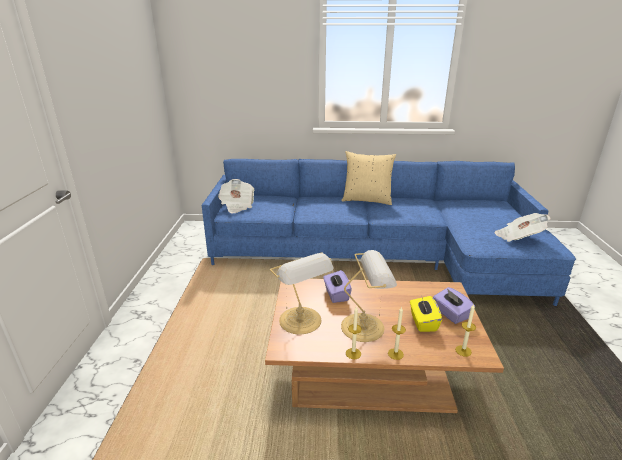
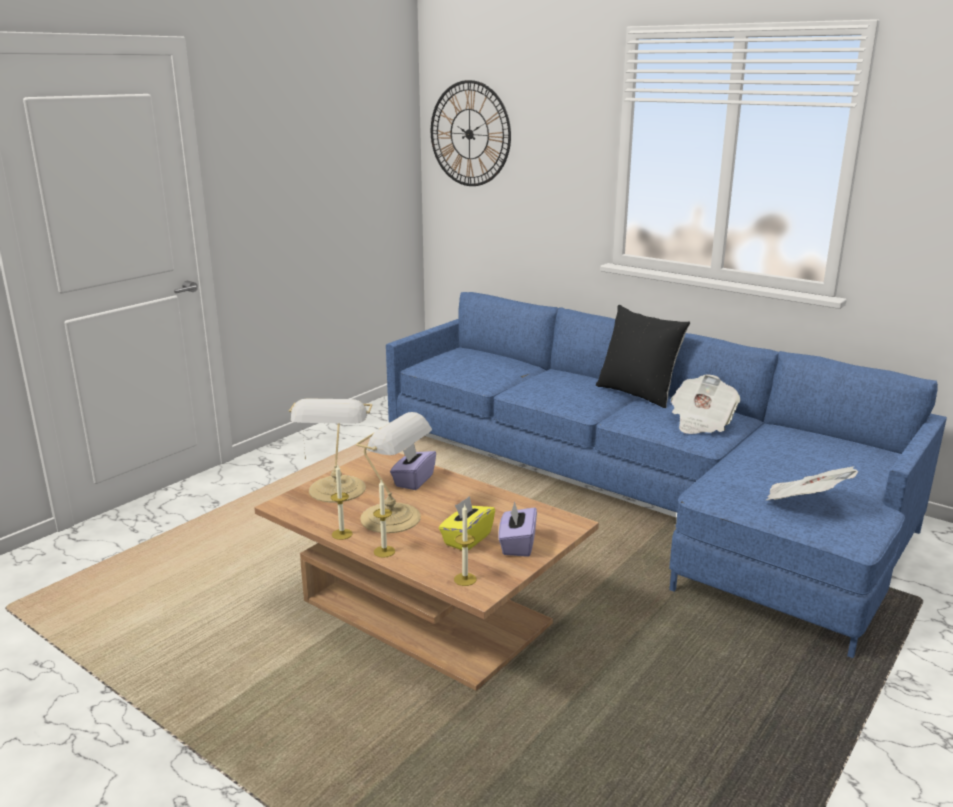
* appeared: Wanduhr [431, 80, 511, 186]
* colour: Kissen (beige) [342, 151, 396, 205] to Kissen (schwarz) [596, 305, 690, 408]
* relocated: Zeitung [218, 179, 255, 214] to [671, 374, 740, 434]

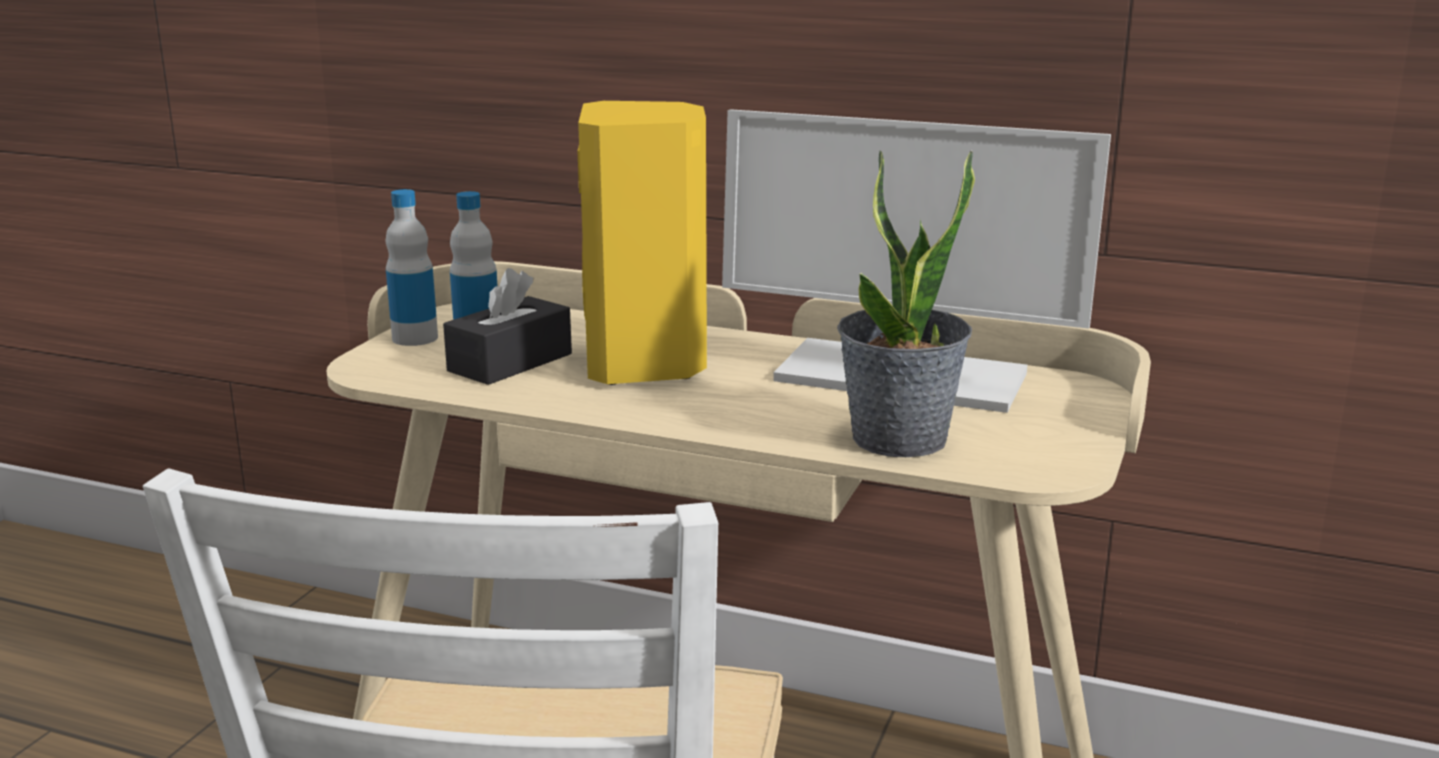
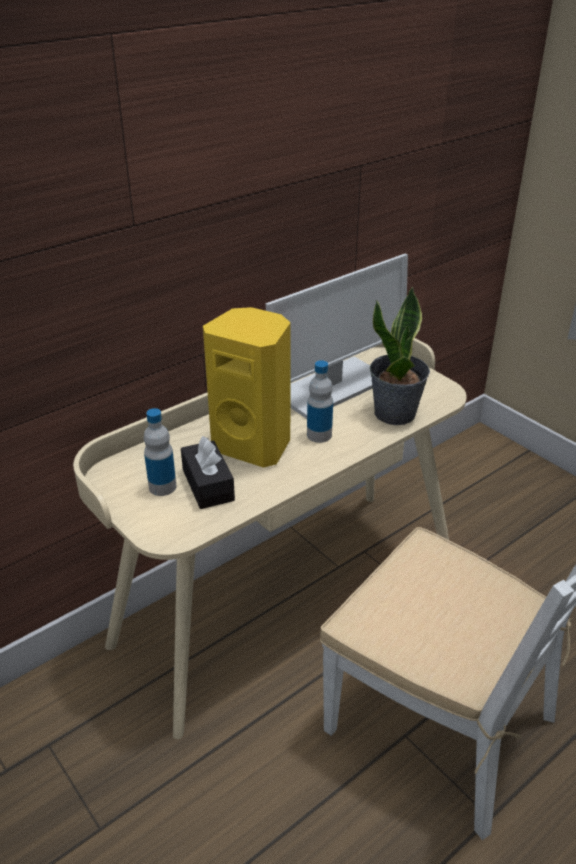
* relocated: Flasche [386, 189, 438, 346] to [307, 360, 333, 443]

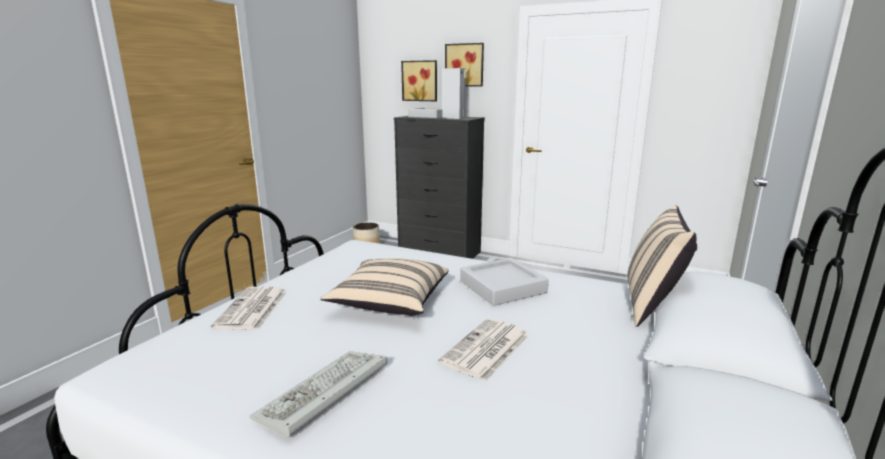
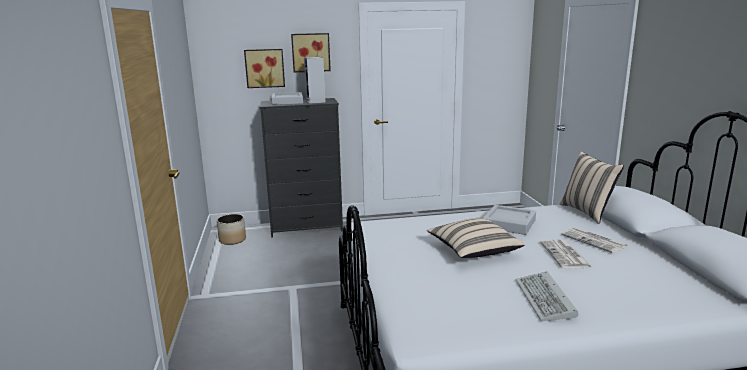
* relocated: Zeitung [211, 286, 287, 330] to [562, 227, 629, 253]

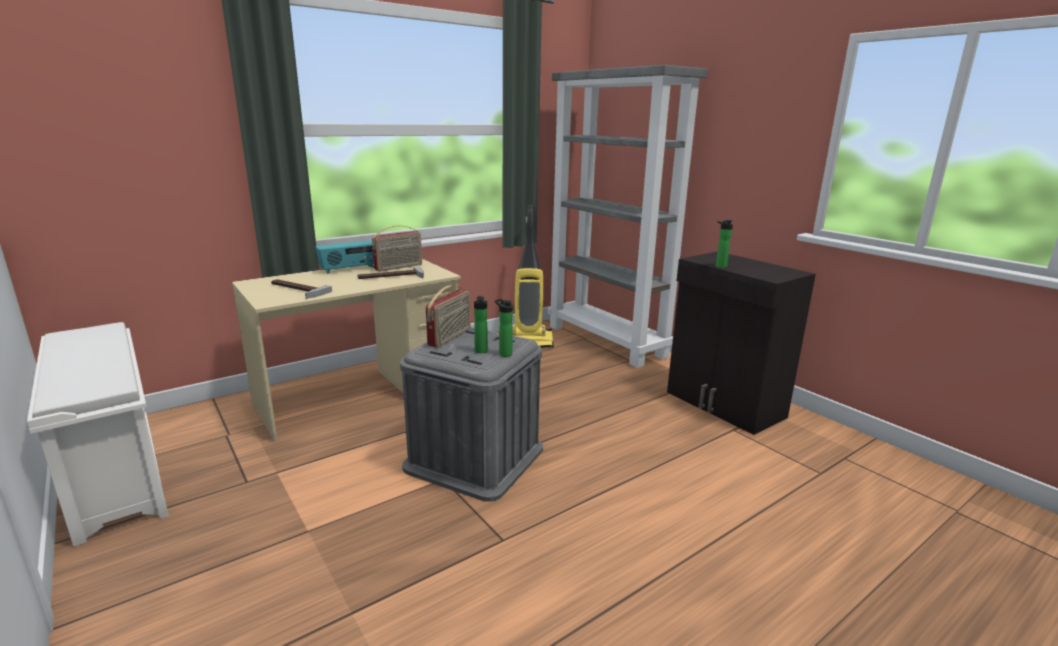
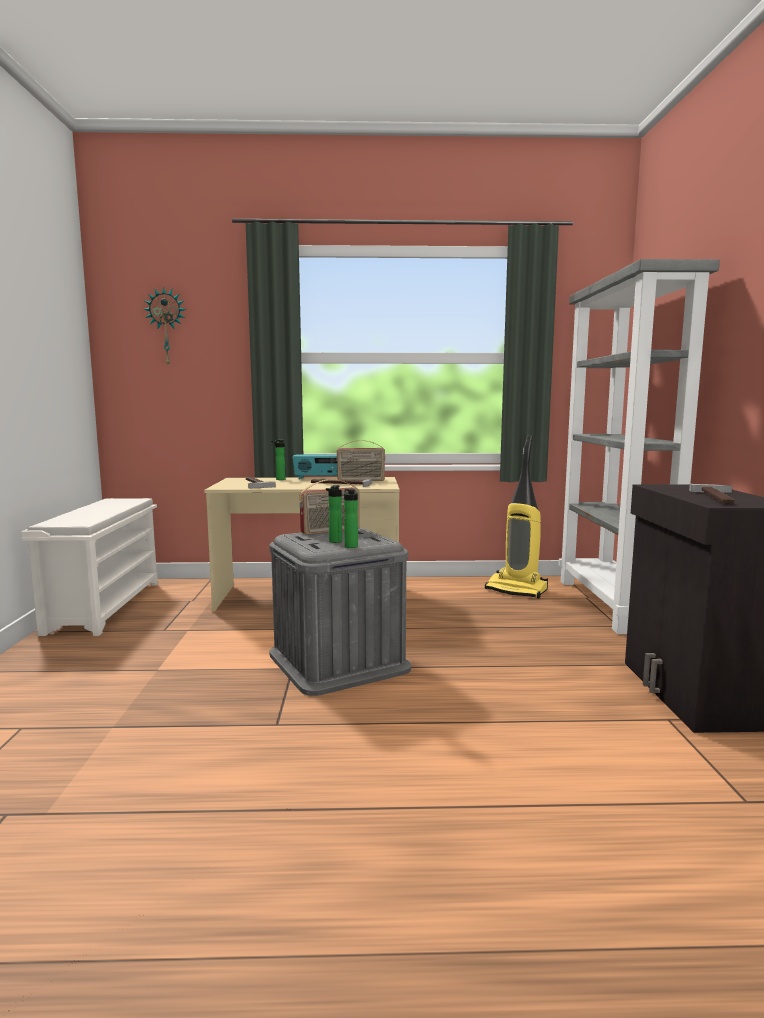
* appeared: Wanduhr [143, 287, 186, 365]
* relocated: Flasche [716, 220, 733, 268] to [271, 440, 285, 480]
* appeared: Hammer [689, 484, 735, 504]

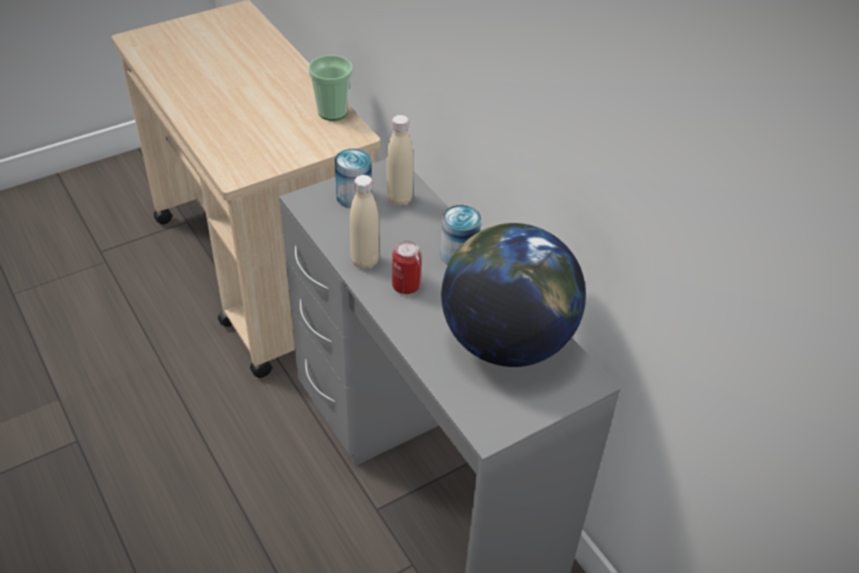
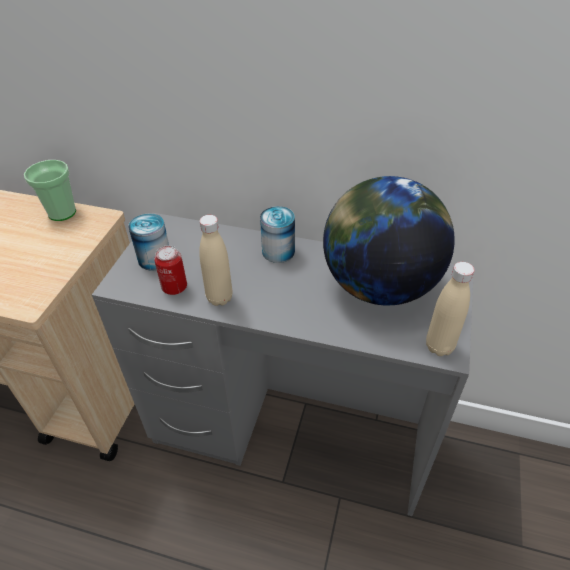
* relocated: Dose [392, 241, 421, 294] to [154, 245, 187, 295]
* relocated: Flasche (beige) [386, 115, 413, 206] to [426, 262, 474, 356]

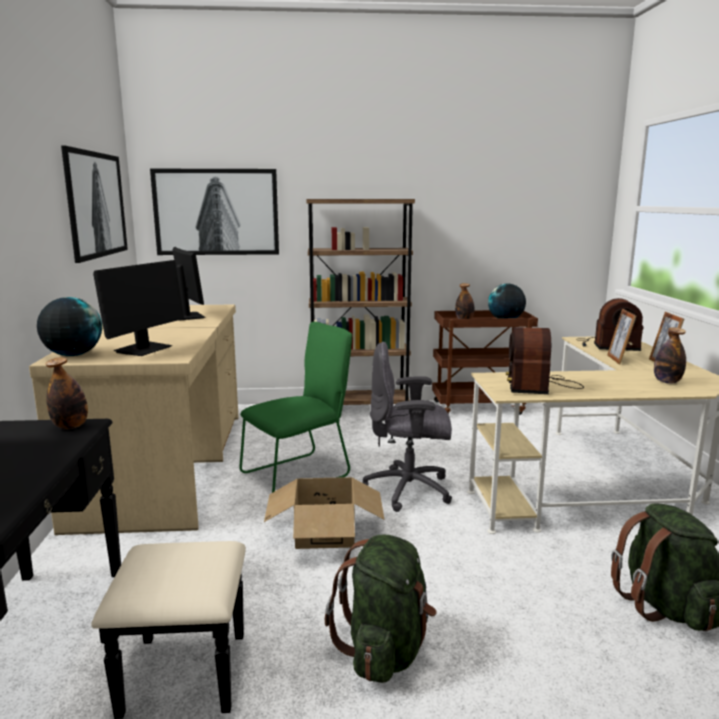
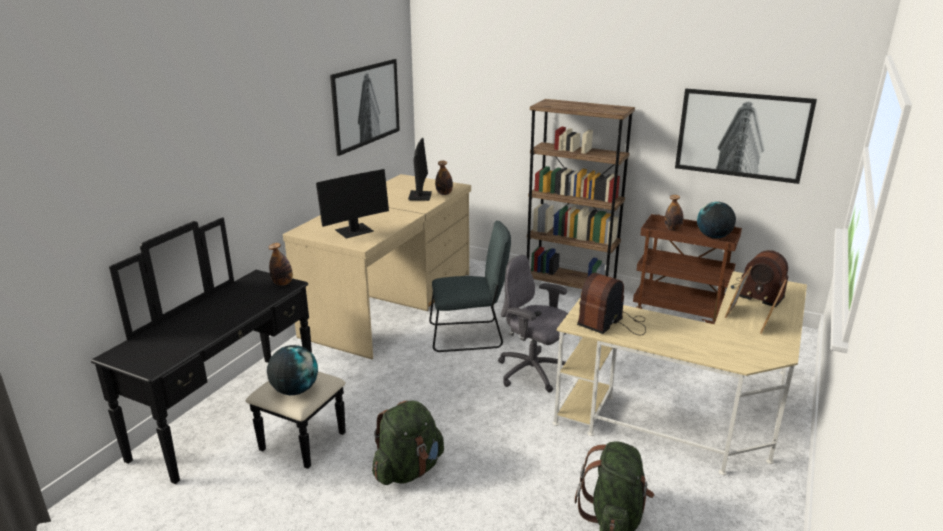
* relocated: Globus [37, 297, 102, 356] to [267, 345, 318, 395]
* colour: Stuhl (grün) [239, 322, 352, 493] to Stuhl (grau) [429, 221, 511, 352]
* relocated: Flasche [654, 327, 686, 384] to [435, 161, 453, 195]
* relocated: Bild [150, 169, 279, 255] to [675, 88, 817, 184]
* missing: Karton [264, 477, 384, 549]

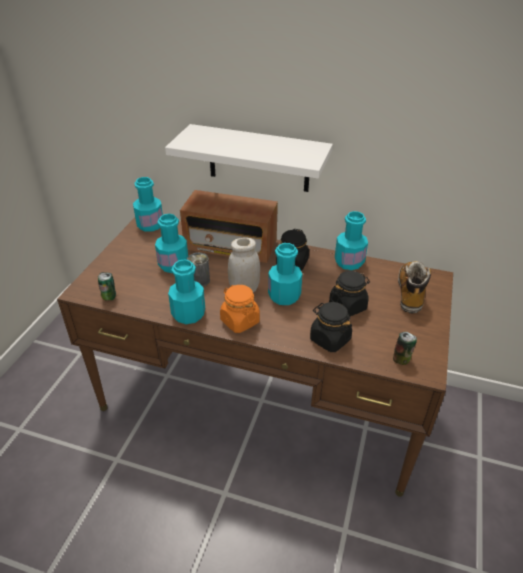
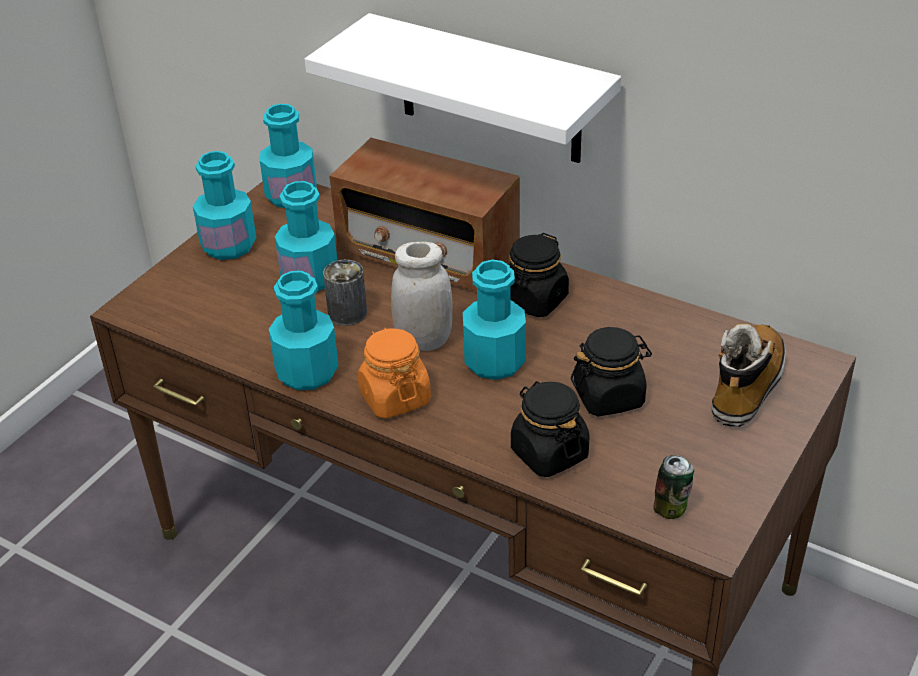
* relocated: Flasche (türkis) [335, 211, 368, 270] to [193, 151, 256, 260]
* missing: Dose [98, 272, 116, 300]

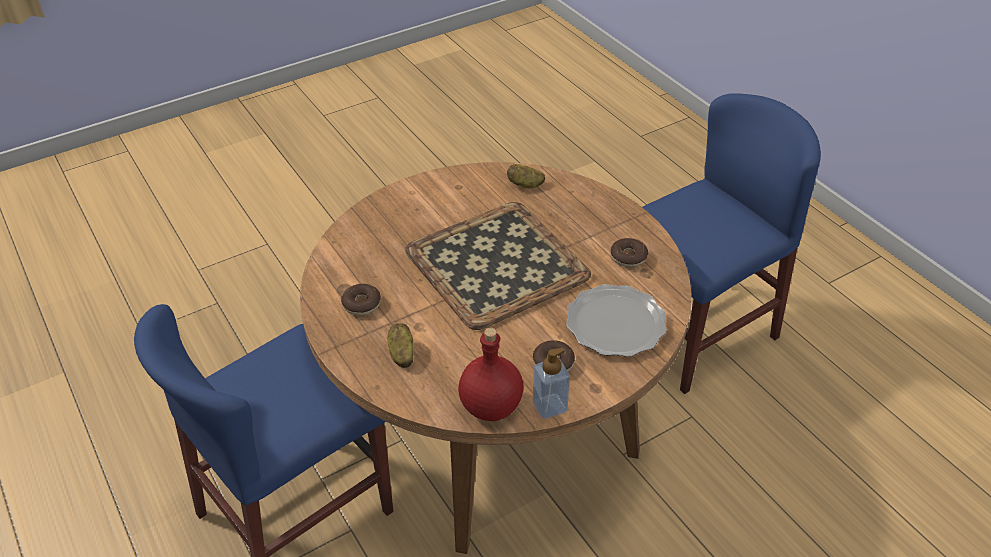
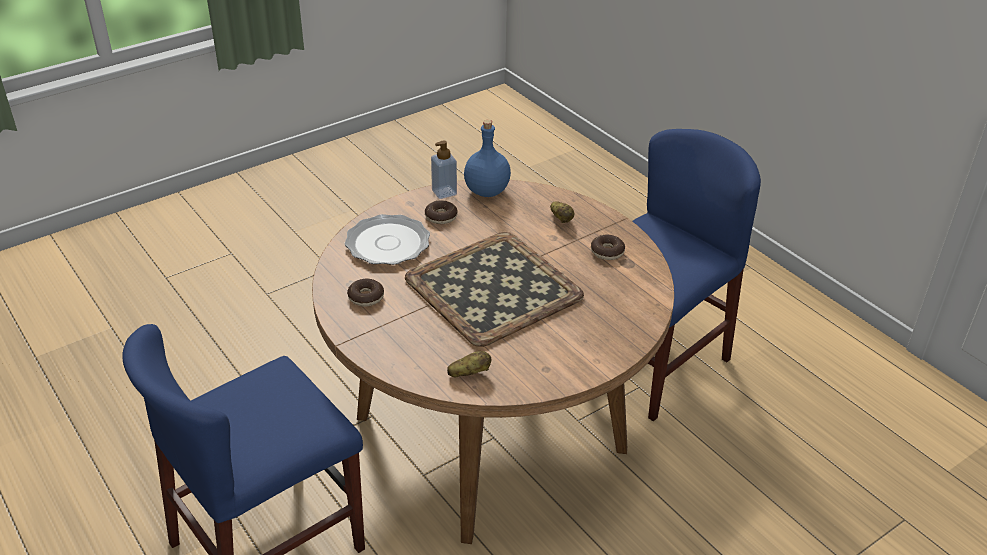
* colour: Flasche (rot) [458, 327, 524, 421] to Flasche (blau) [464, 120, 511, 197]

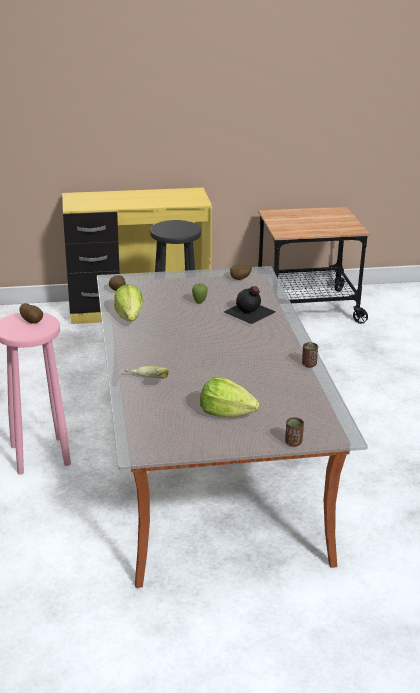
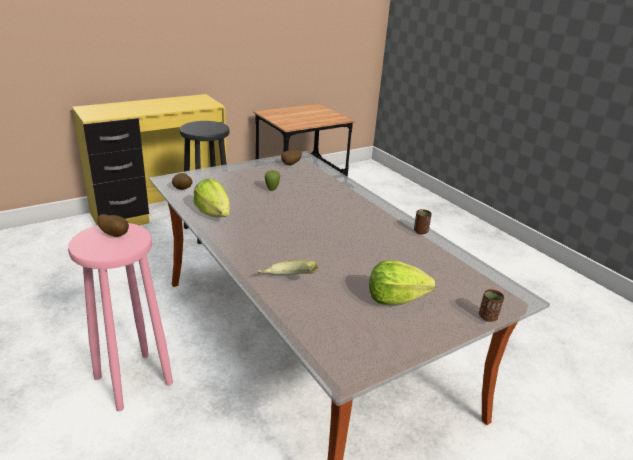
* missing: Flasche (schwarz) [224, 286, 276, 324]

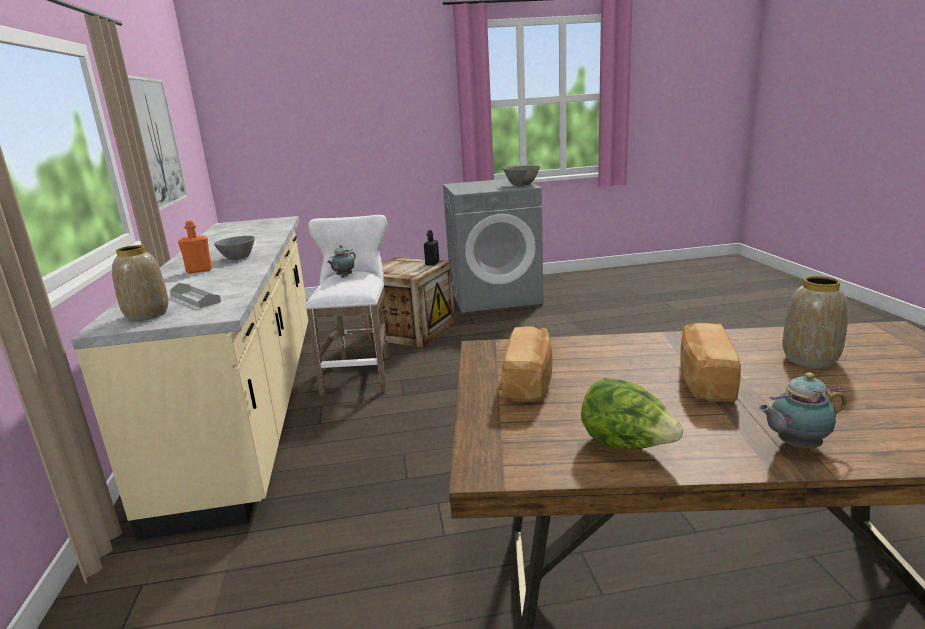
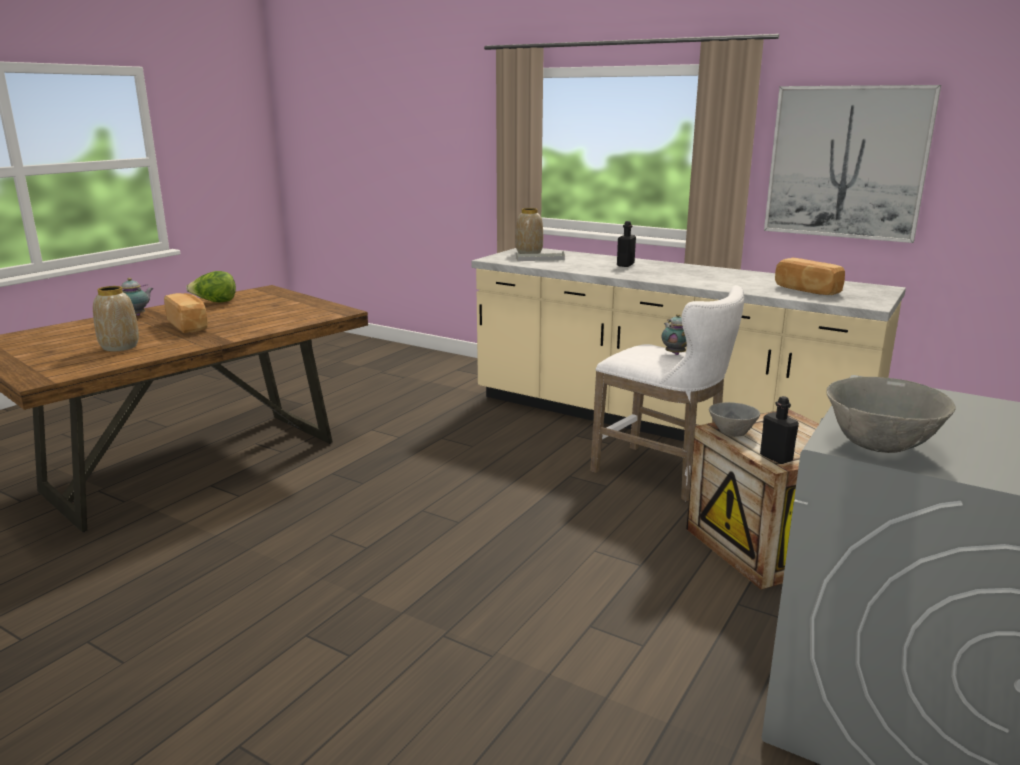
* colour: Flasche (orange) [178, 220, 212, 273] to Flasche (schwarz) [617, 221, 636, 267]
* relocated: Schüssel (grau) [214, 236, 255, 260] to [709, 402, 760, 437]
* relocated: Brot [502, 327, 553, 402] to [775, 258, 845, 295]

